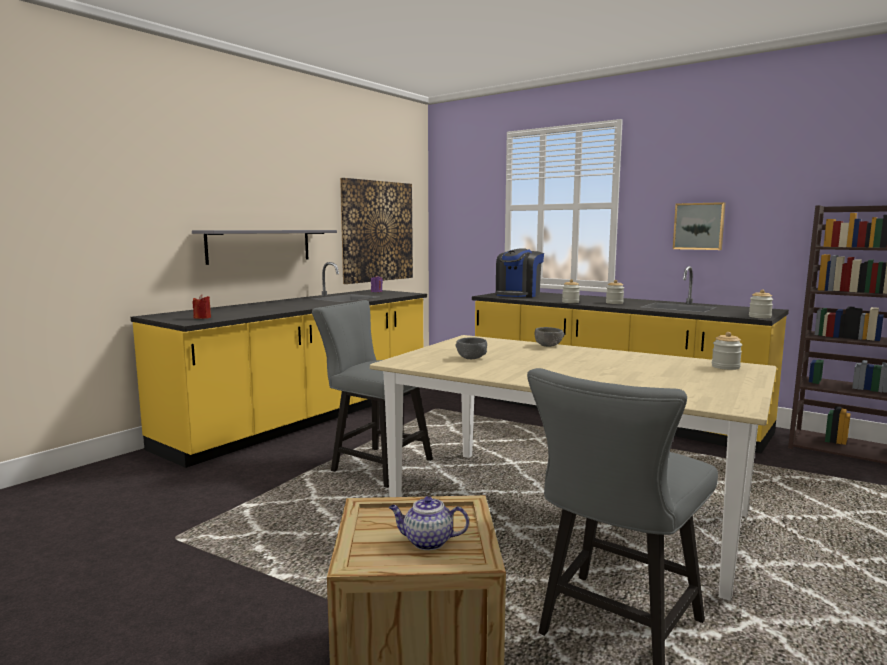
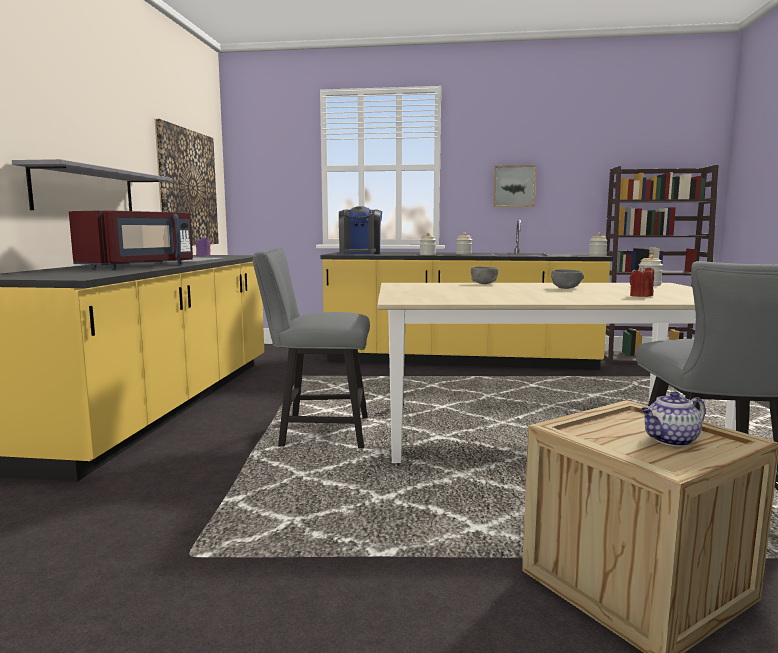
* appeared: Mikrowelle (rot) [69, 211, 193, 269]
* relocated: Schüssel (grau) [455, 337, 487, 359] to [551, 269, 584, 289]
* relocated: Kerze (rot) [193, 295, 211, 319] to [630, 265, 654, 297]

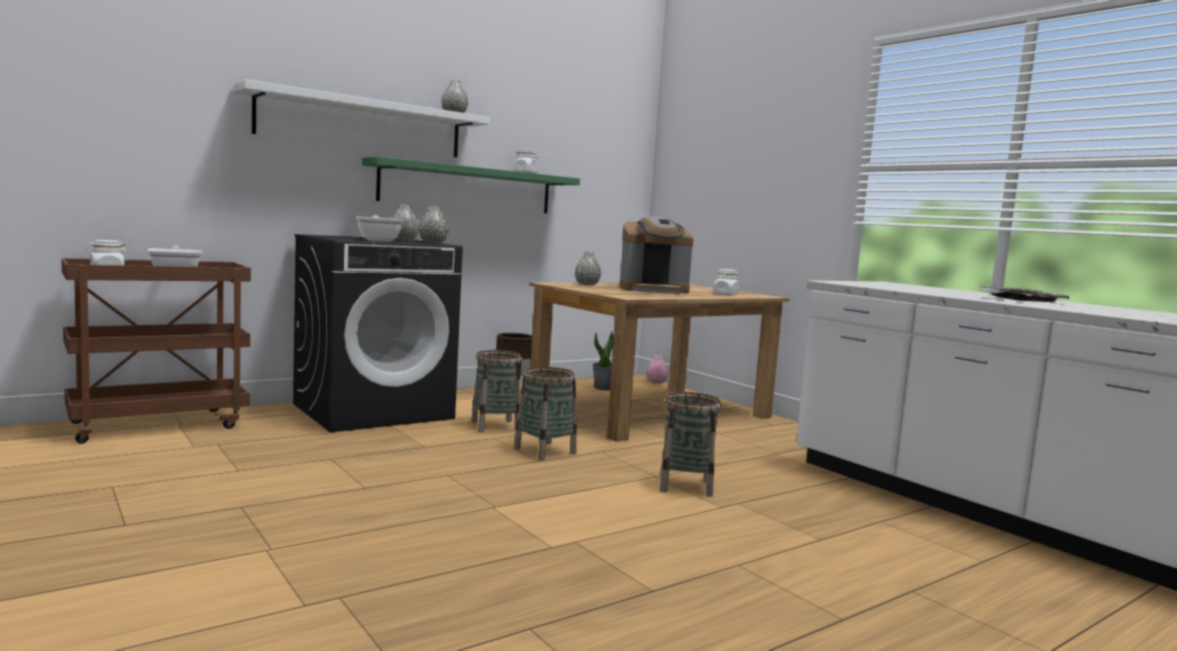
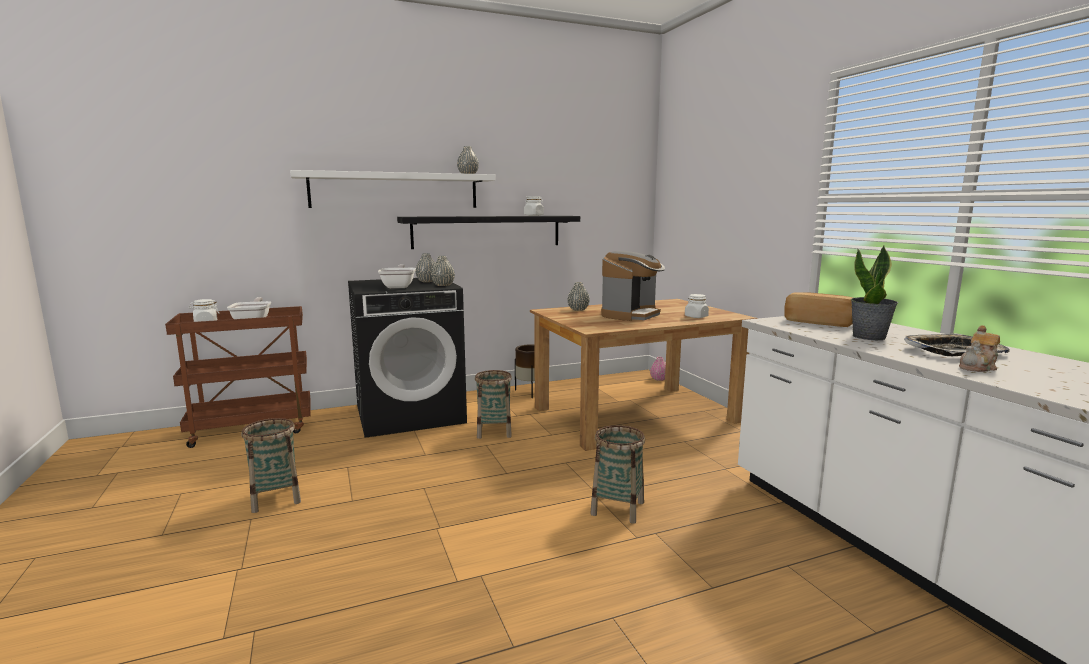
* relocated: Korb [514, 367, 577, 460] to [241, 418, 301, 513]
* colour: Wandregal (grün) [362, 157, 580, 213] to Wandregal (schwarz) [397, 216, 580, 249]
* spun: Kaffeemaschine [619, 216, 694, 294] = [601, 251, 665, 321] 60 degrees counterclockwise
* appeared: Brot [784, 292, 853, 327]
* relocated: Topfpflanze [592, 331, 614, 390] to [851, 246, 898, 340]
* appeared: Teekanne [959, 325, 1000, 372]

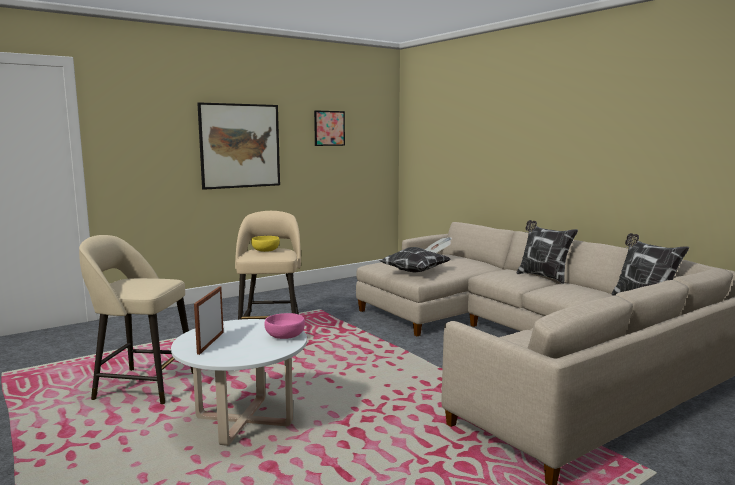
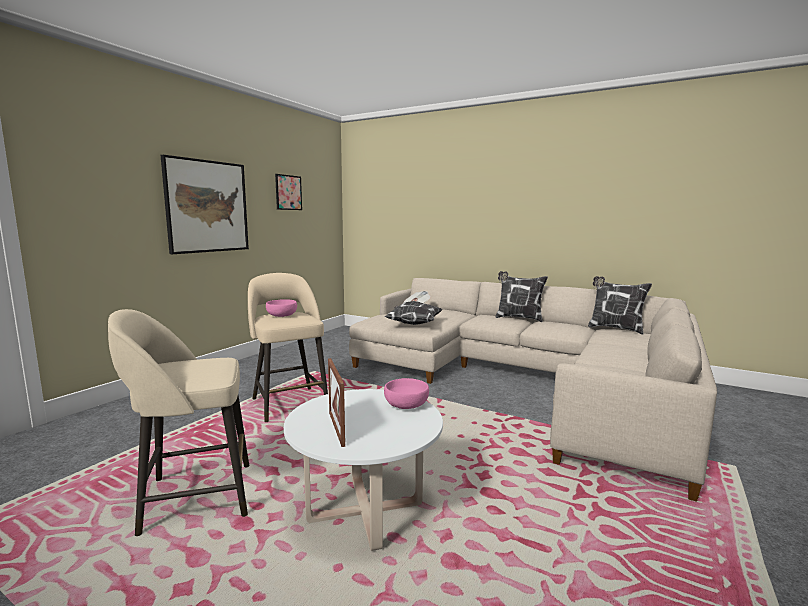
* colour: Schüssel (gelb) [251, 236, 280, 252] to Schüssel (rosa) [266, 299, 297, 317]

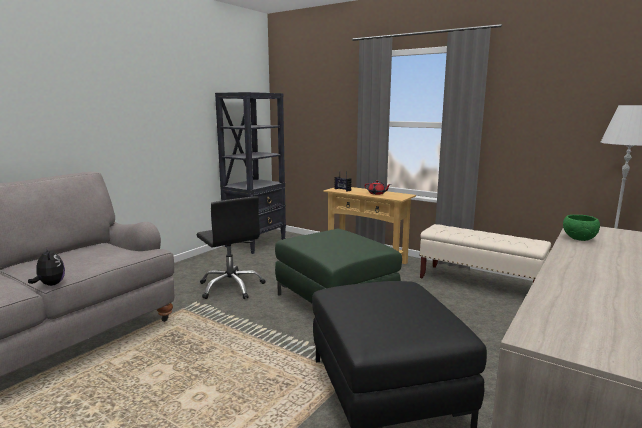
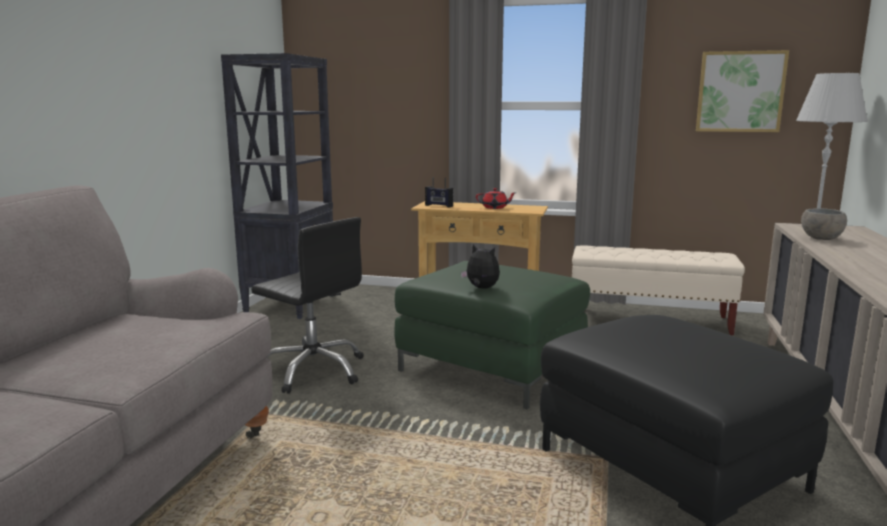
* relocated: Plüschtier [28, 246, 65, 286] to [461, 244, 500, 289]
* appeared: Bild [696, 50, 789, 132]
* colour: Schüssel (grün) [563, 215, 600, 241] to Schüssel (grau) [801, 208, 847, 240]

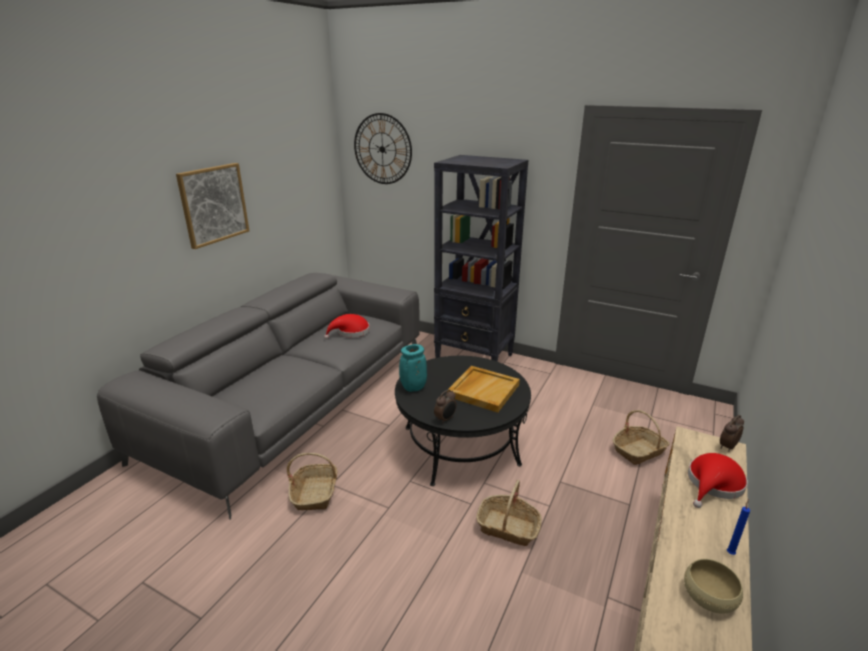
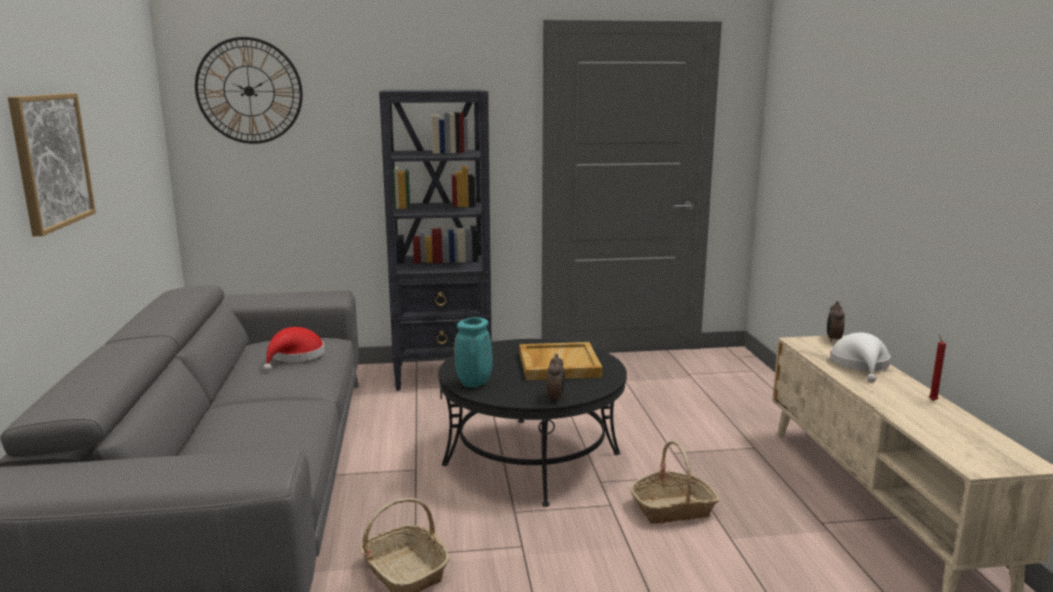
* colour: Hut (rot) [688, 453, 748, 508] to Hut (weiß) [830, 333, 891, 383]
* colour: Kerze (blau) [727, 499, 750, 555] to Kerze (rot) [929, 334, 946, 401]
* missing: Korb [613, 410, 670, 465]
* missing: Schüssel (beige) [684, 559, 743, 614]

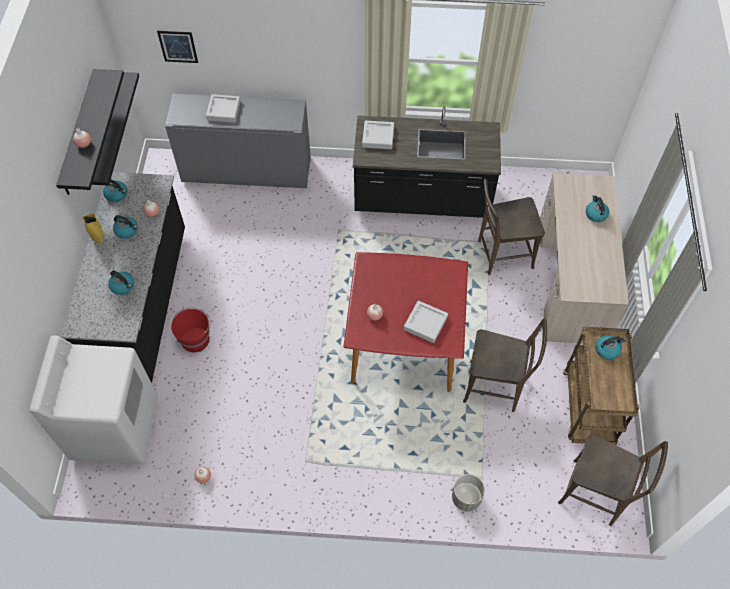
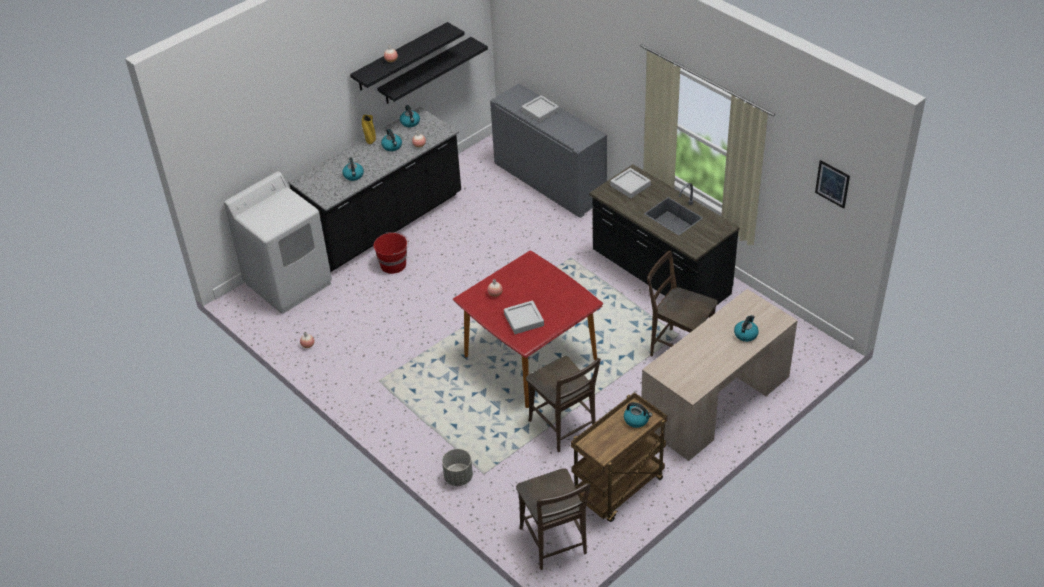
* relocated: Bild [157, 31, 198, 63] to [815, 160, 850, 209]

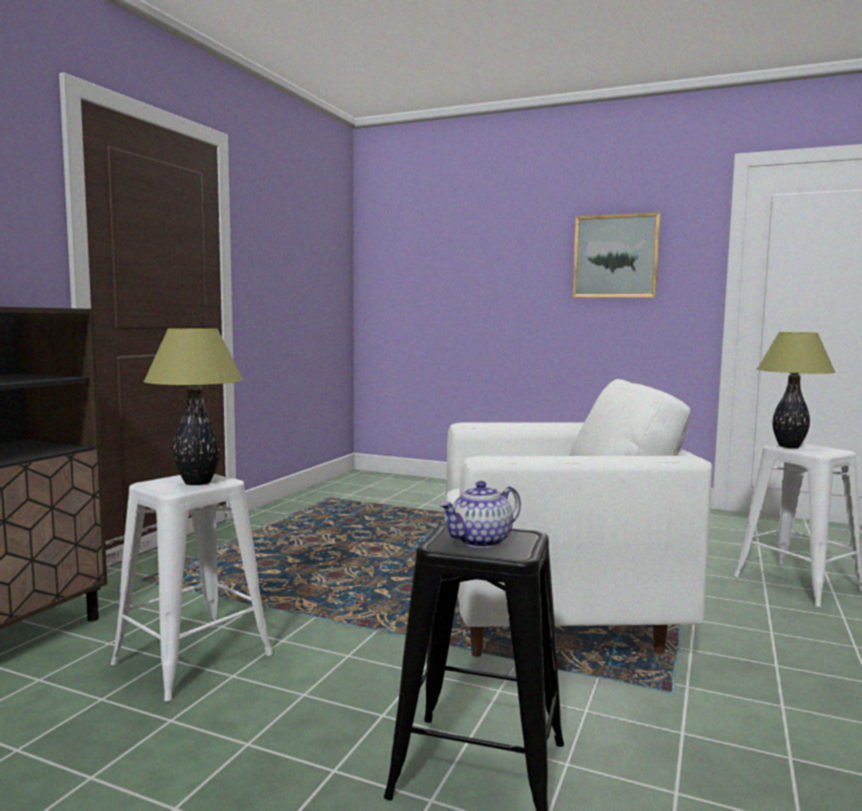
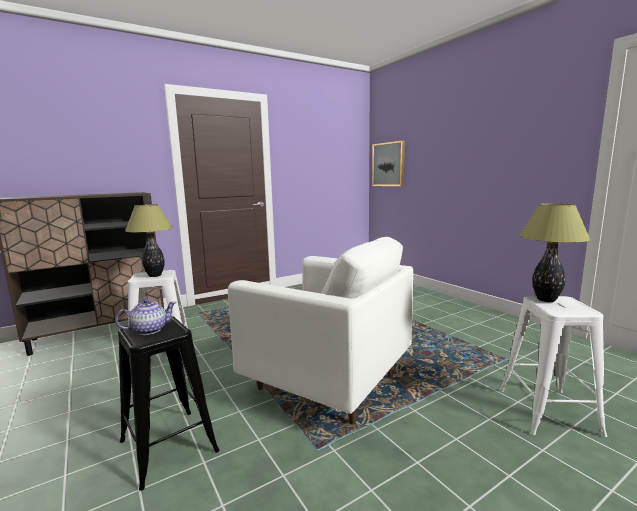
* spun: Teekanne [439, 481, 521, 548] = [115, 299, 177, 335] 150 degrees clockwise
* relocated: Bild [573, 212, 660, 298] to [372, 141, 405, 186]

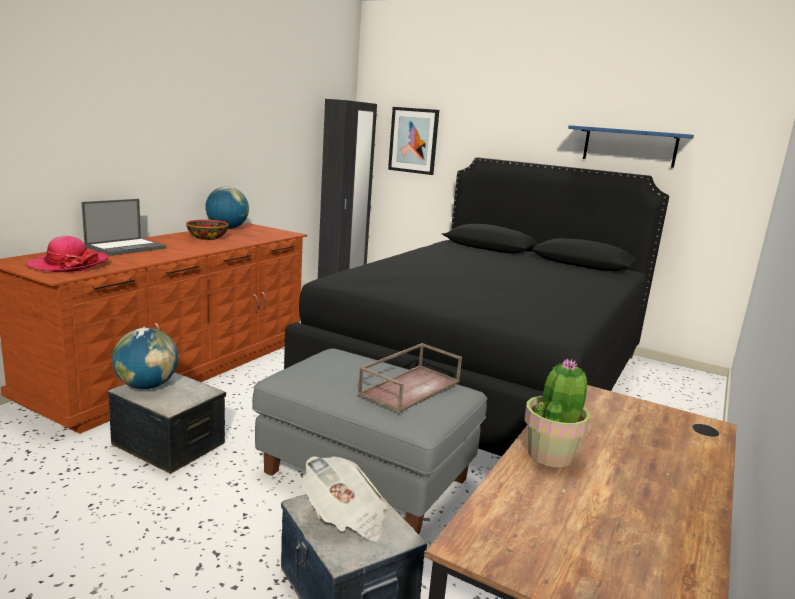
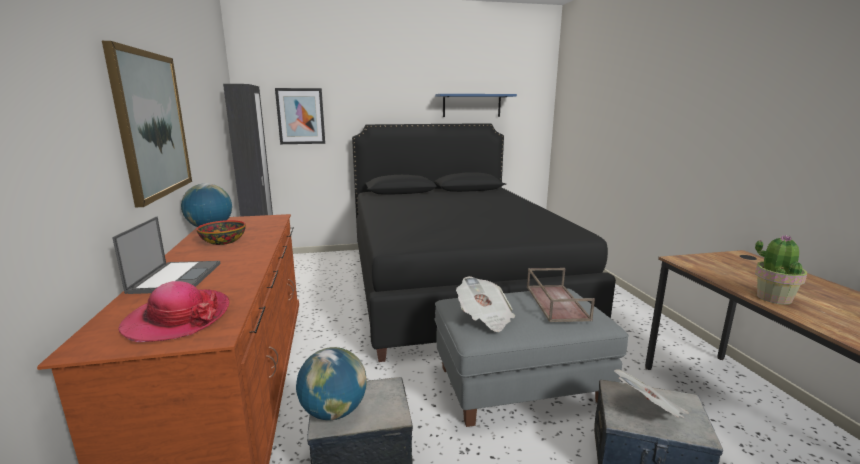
* appeared: Bild [102, 41, 192, 208]
* appeared: Zeitung [456, 276, 515, 332]

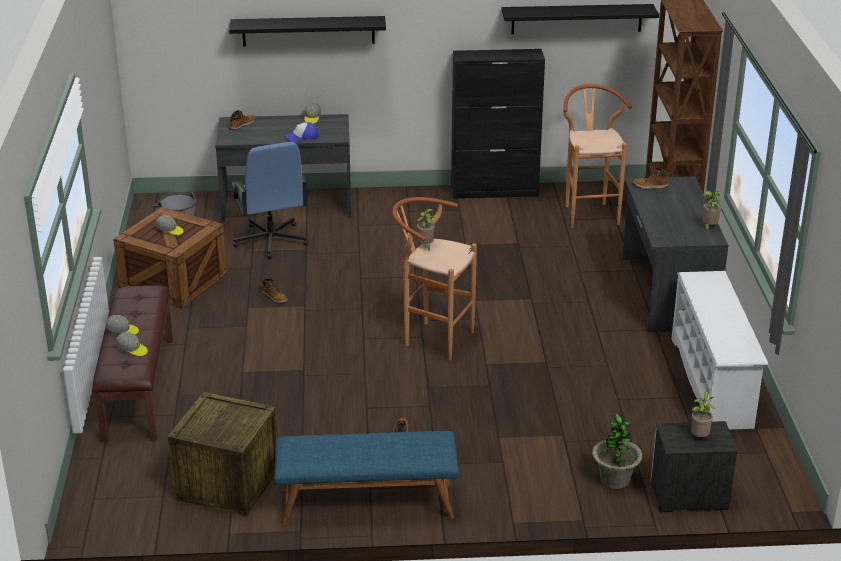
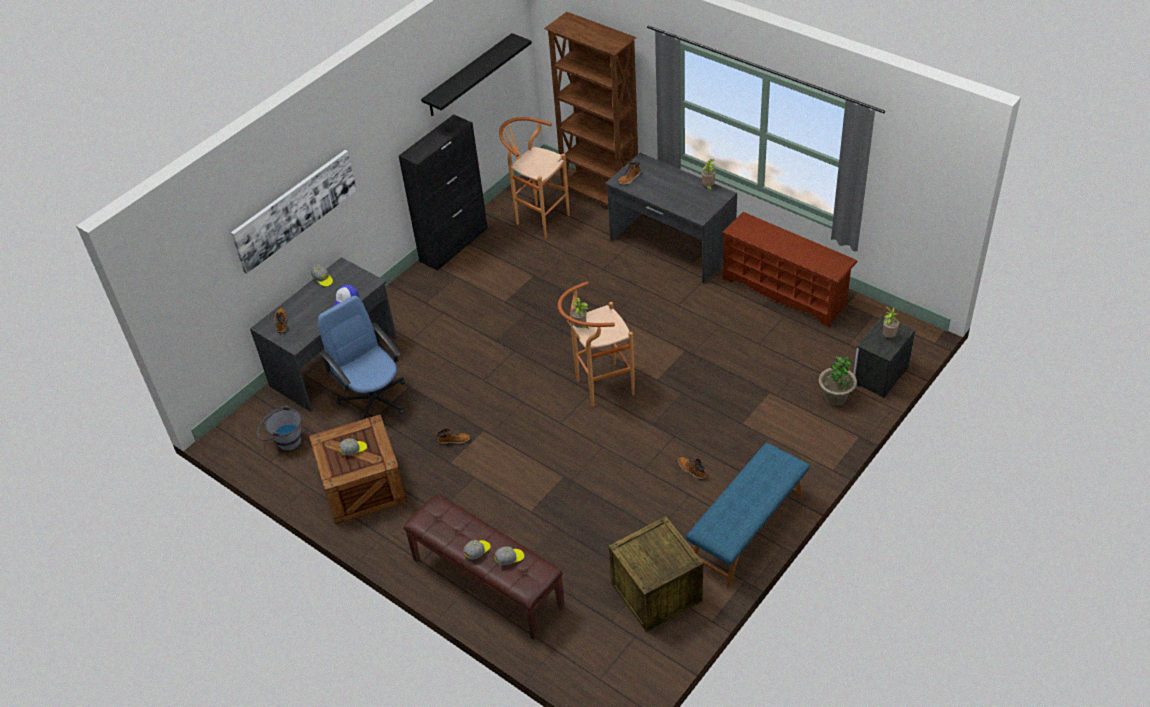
* exchanged: Wandregal (schwarz) [229, 16, 386, 47] to Bild [231, 150, 357, 274]
* spun: Bürostuhl (blau) [231, 142, 308, 259] = [318, 296, 405, 420] 150 degrees counterclockwise
* colour: Schuhregal (weiß) [671, 271, 768, 430] to Schuhregal (braun) [722, 212, 858, 327]

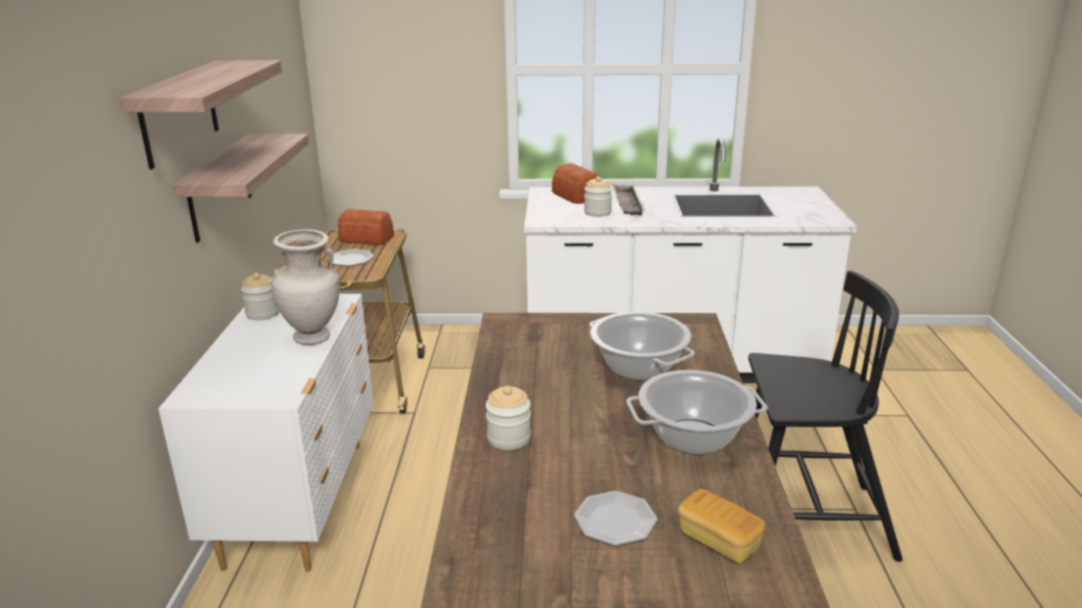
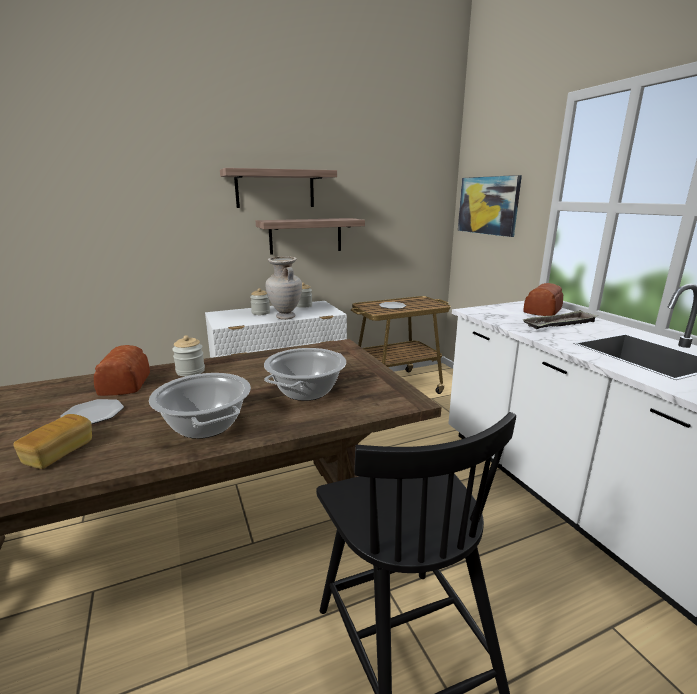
* relocated: Brot [338, 209, 394, 245] to [94, 345, 150, 396]
* relocated: Vorratsglas [584, 176, 612, 217] to [250, 288, 270, 315]
* appeared: Bild [458, 175, 522, 237]

